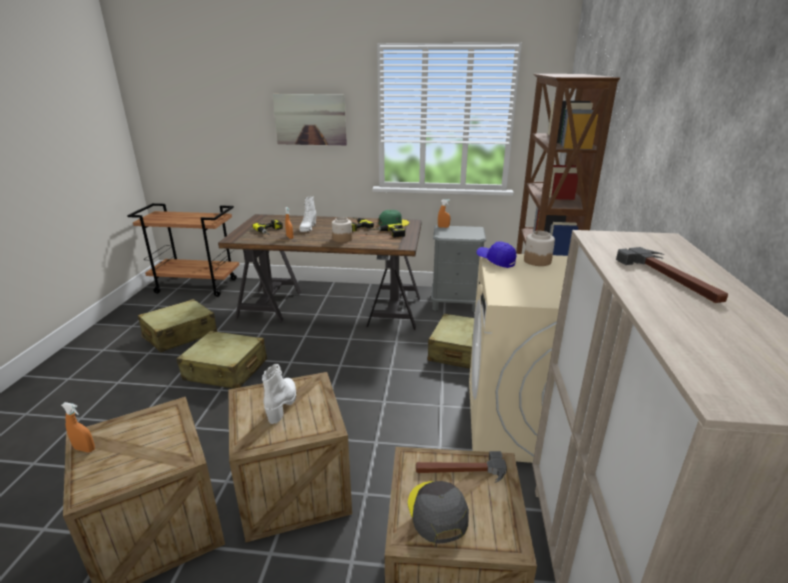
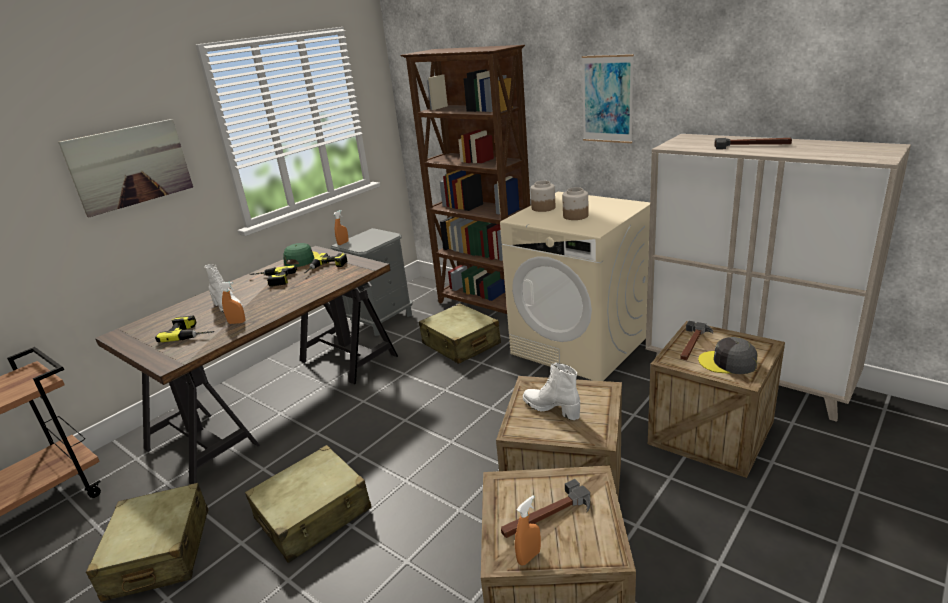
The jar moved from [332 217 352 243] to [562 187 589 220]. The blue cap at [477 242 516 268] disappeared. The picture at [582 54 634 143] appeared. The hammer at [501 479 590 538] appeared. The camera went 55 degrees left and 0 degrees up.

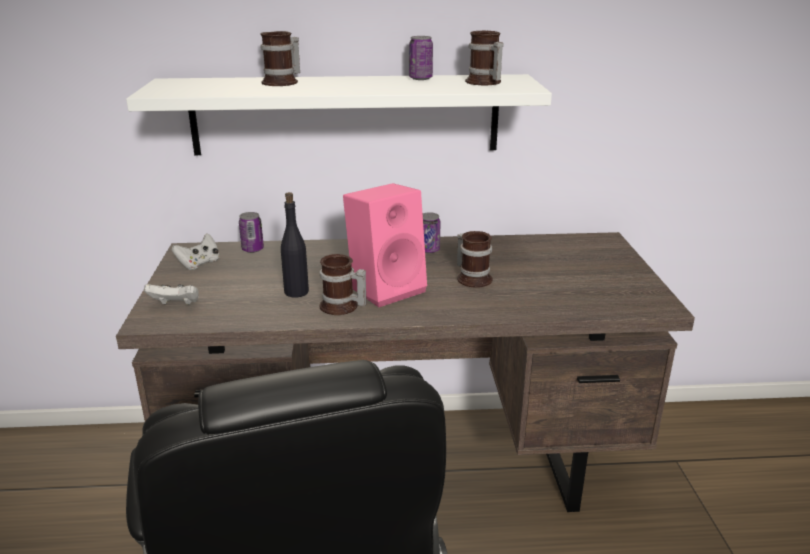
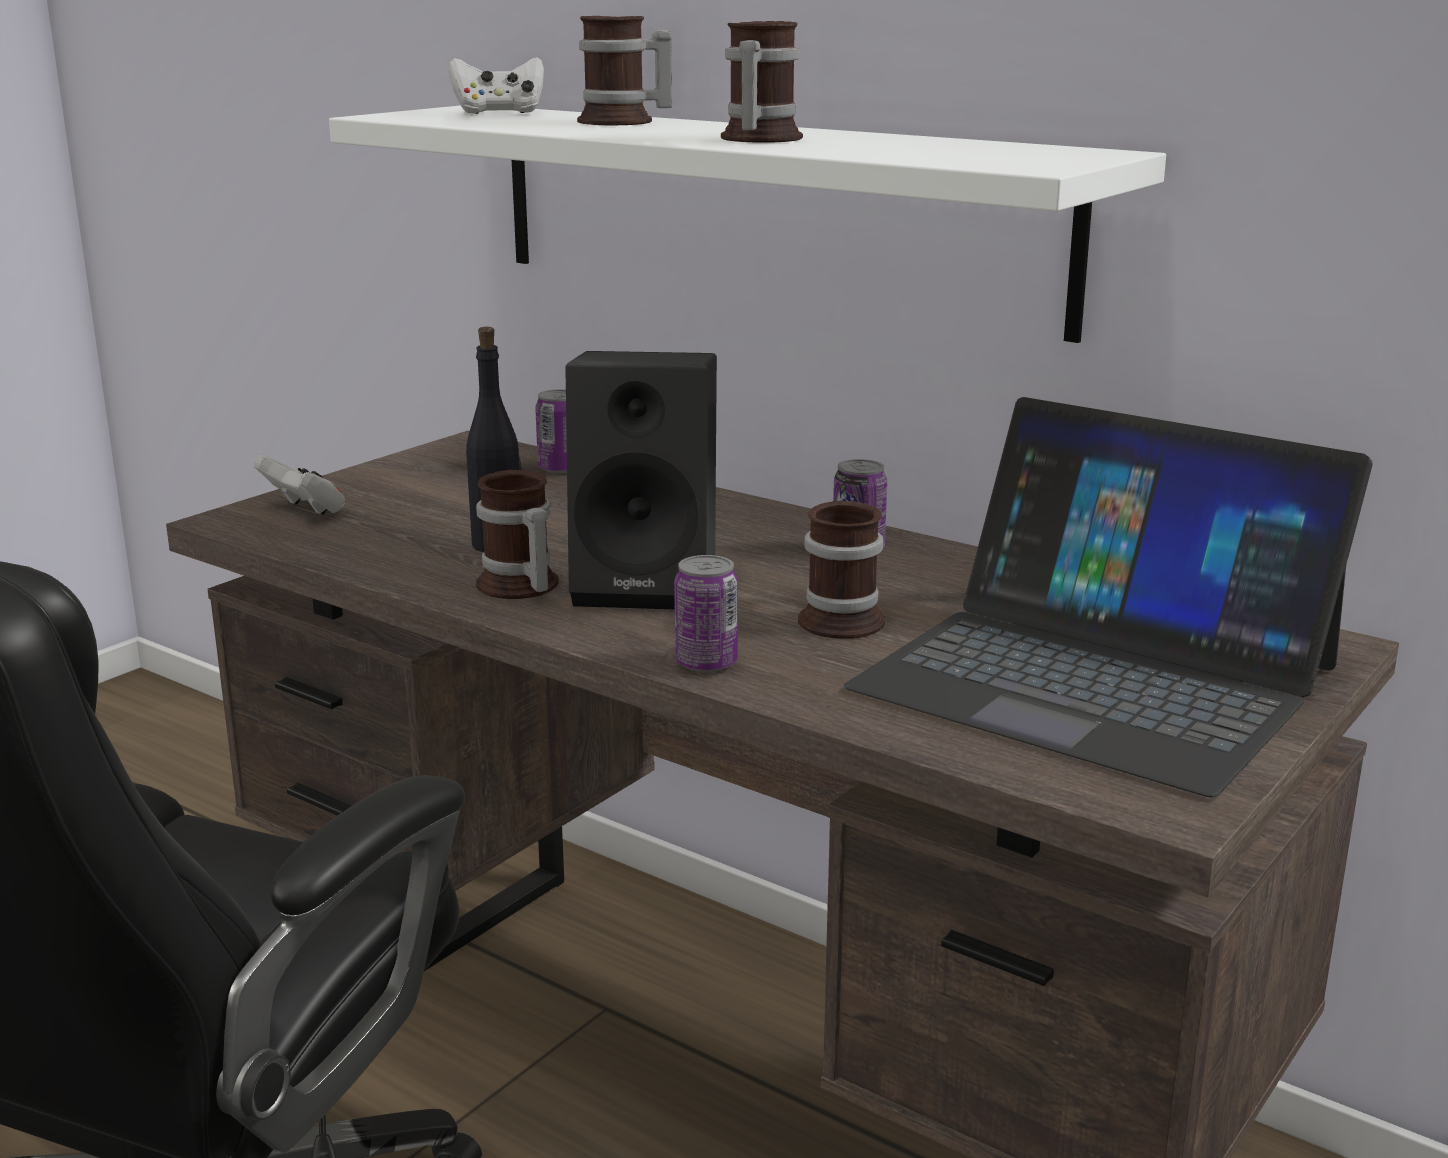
The mug moved from [465 30 503 85] to [721 21 803 143]. The can moved from [409 36 433 80] to [674 555 738 672]. The pink speaker at [343 183 427 307] became the black speaker at [565 351 717 609]. The white game controller moved from [172 233 219 270] to [449 57 544 114]. The laptop at [843 397 1373 798] appeared. The camera went 40 degrees right and 5 degrees down.

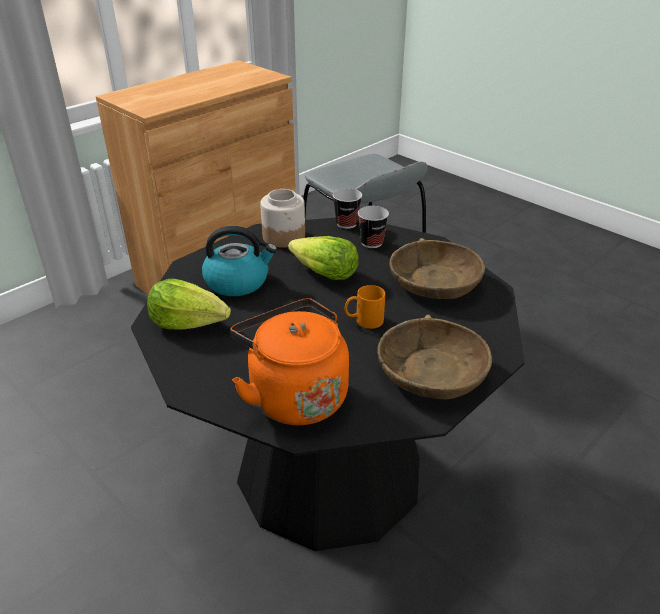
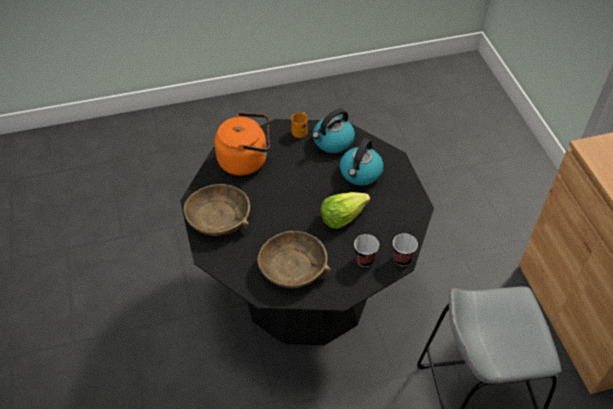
The jar at [260 189 305 248] disappeared. The lettuce at [147 279 231 330] was replaced by the kettle at [312 108 355 153]. The orange mug moved from [345 285 385 329] to [291 112 308 138]. The camera went 120 degrees right and 15 degrees up.

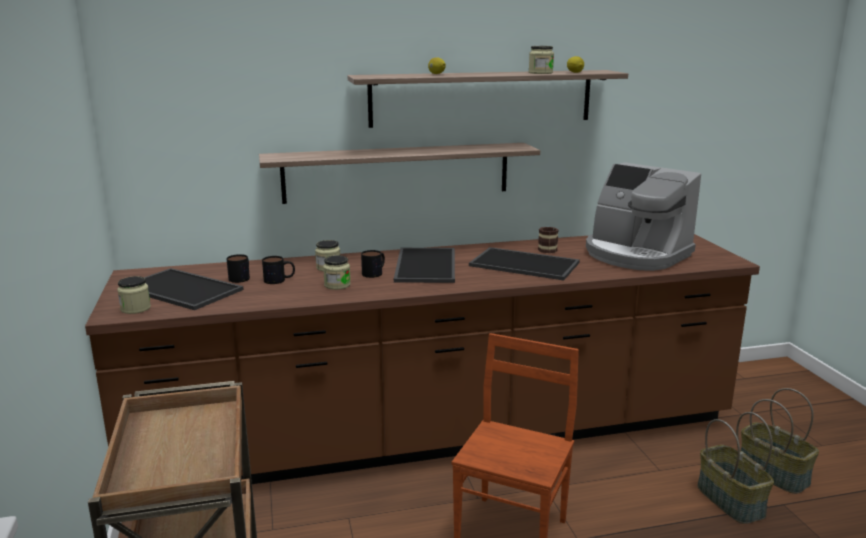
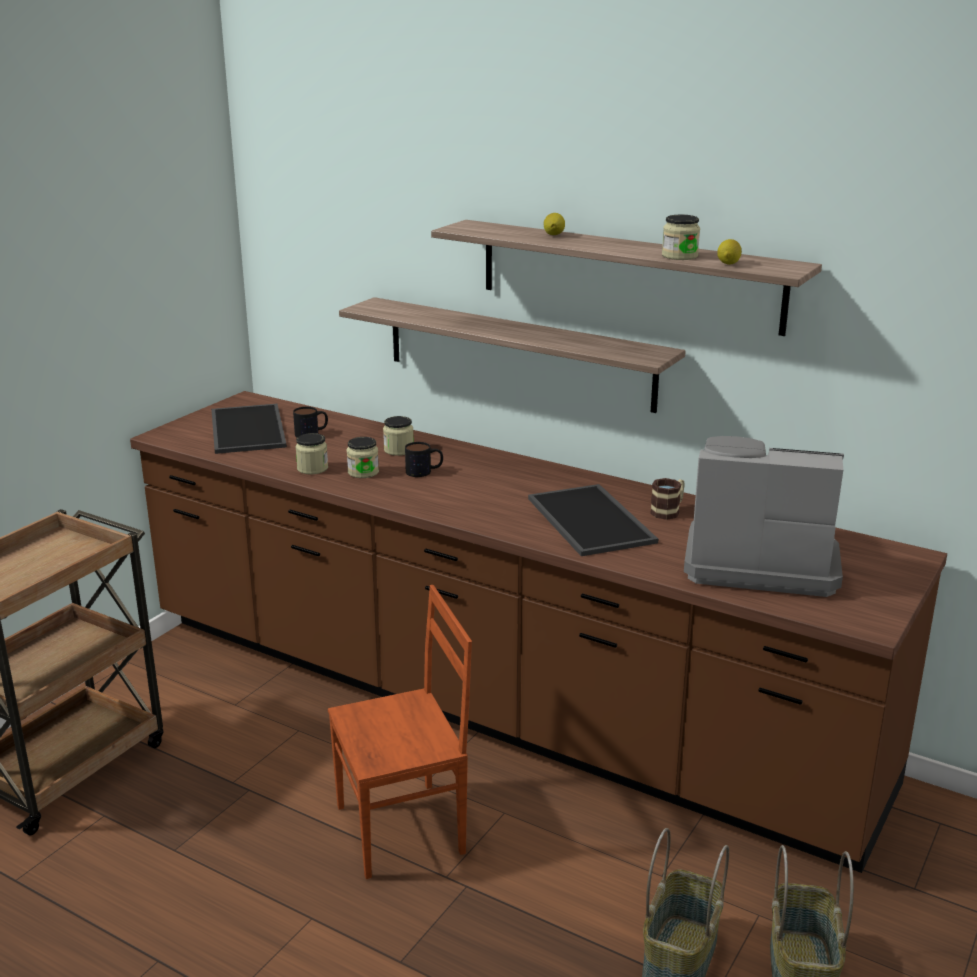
The coffee machine at [586 162 701 271] turned 105 degrees clockwise. The tray at [394 248 455 283] disappeared. The mug at [262 256 295 284] disappeared. The jar moved from [117 276 151 314] to [295 433 328 475]. The camera went 45 degrees right and 5 degrees up.

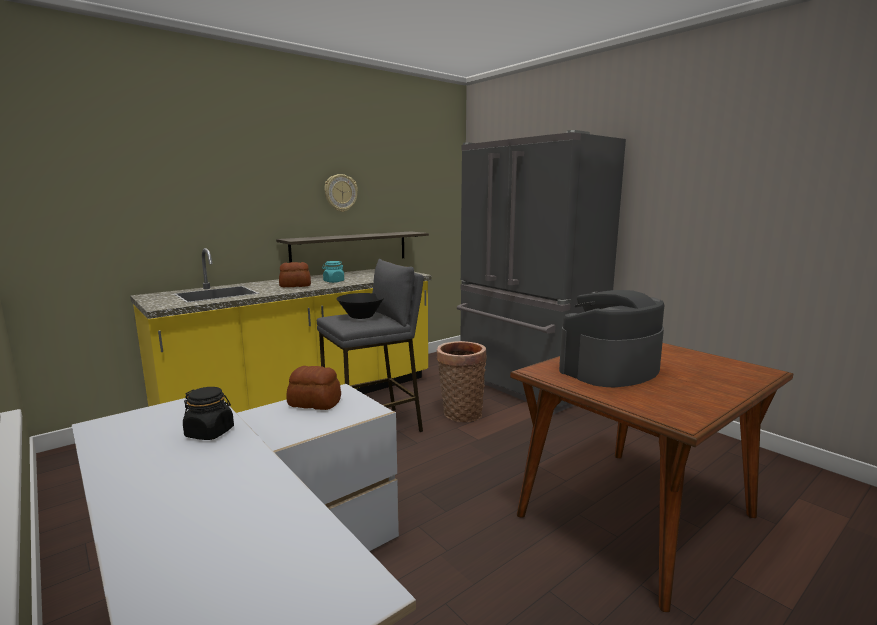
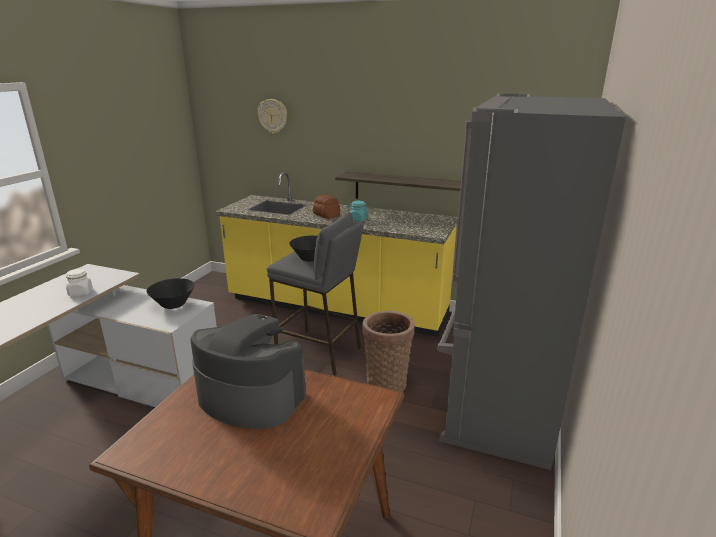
The wall clock moved from [324 174 358 212] to [257 99 287 134]. The bread at [286 366 341 410] was replaced by the black bowl at [147 278 195 309]. The black jar at [183 387 234 440] became the white jar at [66 268 93 296]. The camera went 60 degrees right and 10 degrees up.

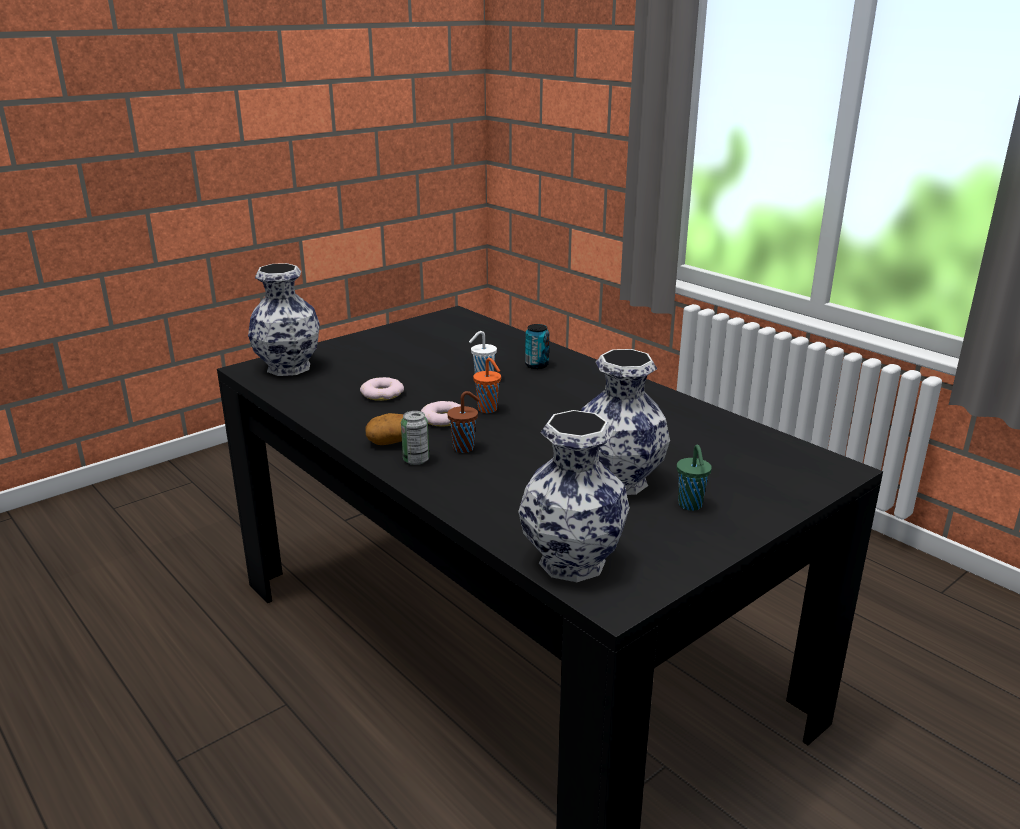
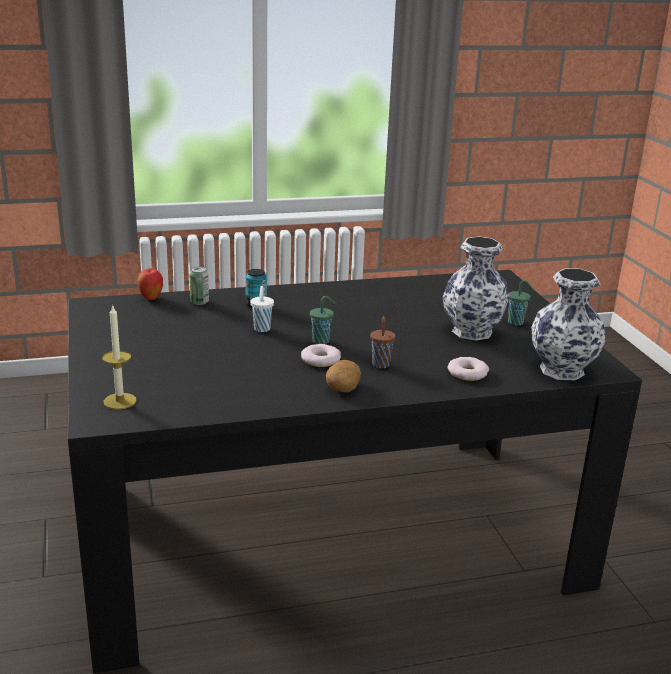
The vase at [248 263 320 376] was replaced by the candle at [102 304 137 410]. The orange cup at [473 358 501 413] became the green cup at [310 296 336 344]. The donut moved from [360 377 404 401] to [448 357 489 381]. The can moved from [401 411 429 465] to [189 267 209 305]. The apple at [137 268 163 300] appeared. The camera went 65 degrees left and 0 degrees up.

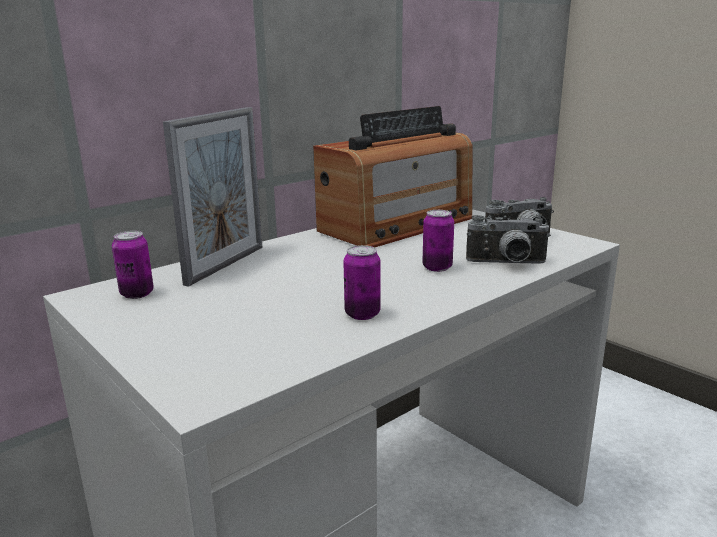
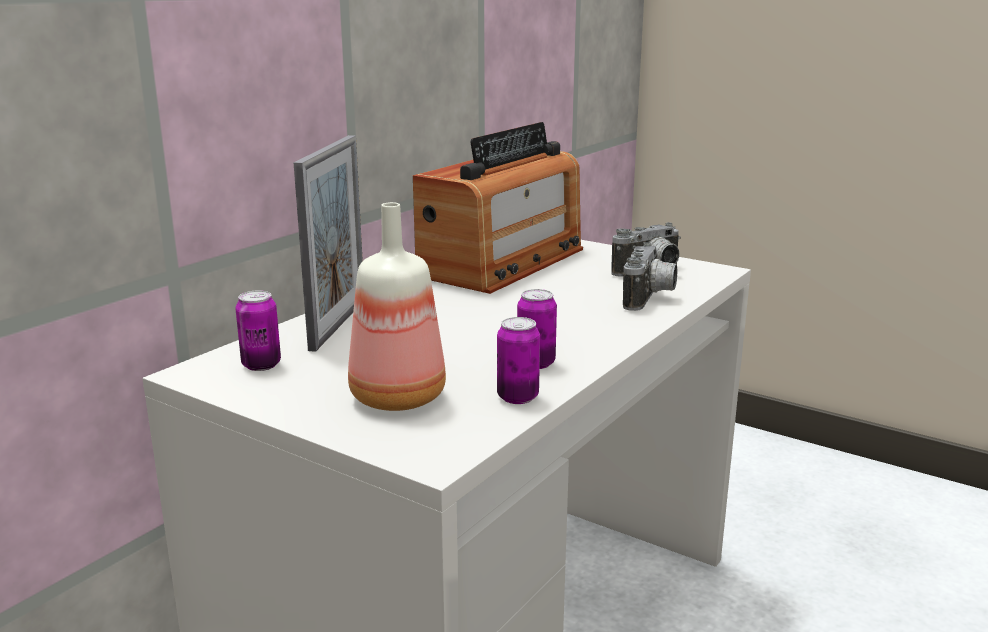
The can moved from [422 210 454 272] to [497 317 540 404]. The photo camera at [466 215 551 263] turned 60 degrees counterclockwise. The bottle at [348 202 446 411] appeared. The camera went 15 degrees left and 0 degrees up.

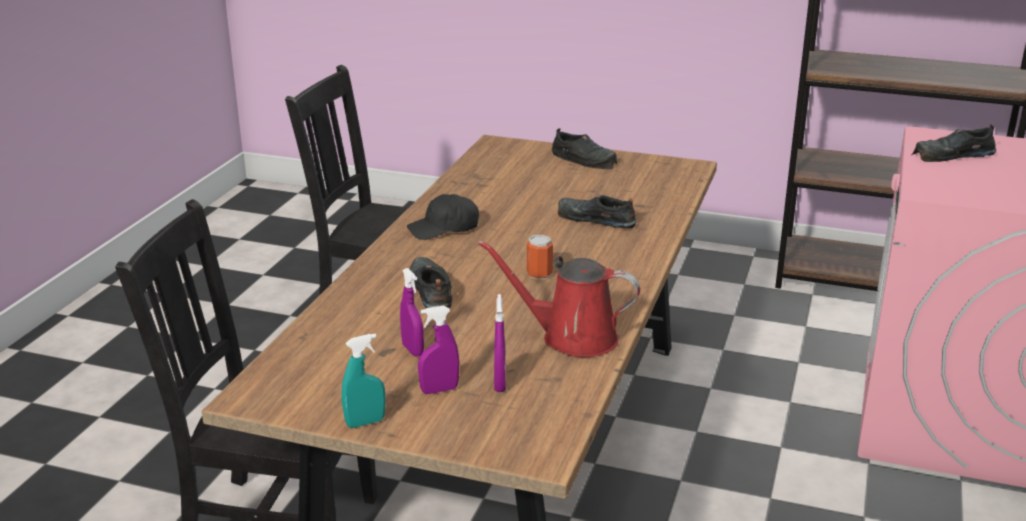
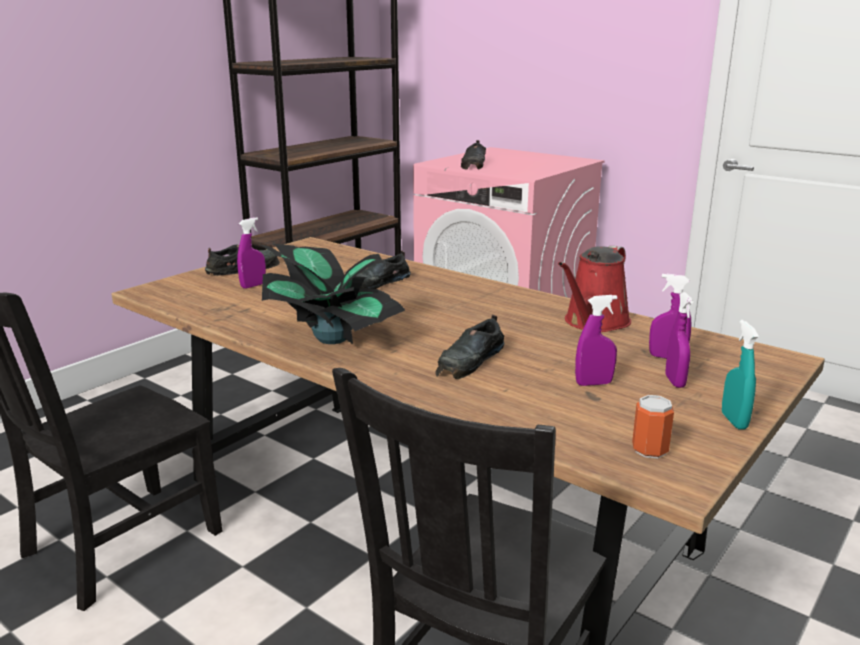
The black cap at [407 194 479 240] was replaced by the potted plant at [261 244 405 344]. The can moved from [527 235 553 280] to [632 395 674 458]. The black shoe at [410 257 452 308] turned 60 degrees counterclockwise. The purple spray bottle at [237 217 266 289] appeared. The camera went 70 degrees left and 5 degrees down.

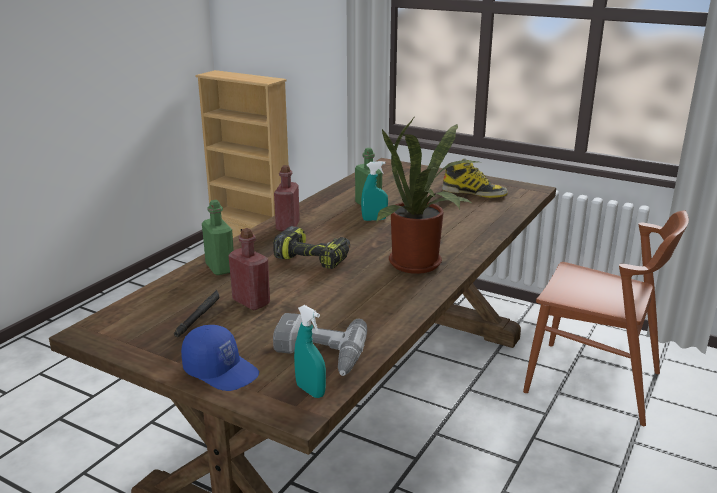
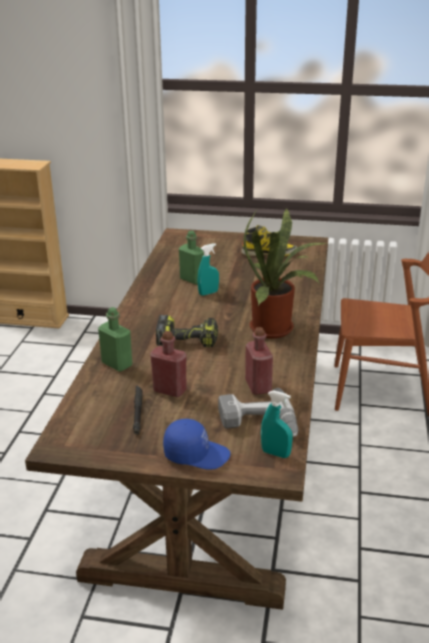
The red bottle moved from [274 165 300 231] to [245 327 273 395]. The camera went 20 degrees left and 5 degrees up.

